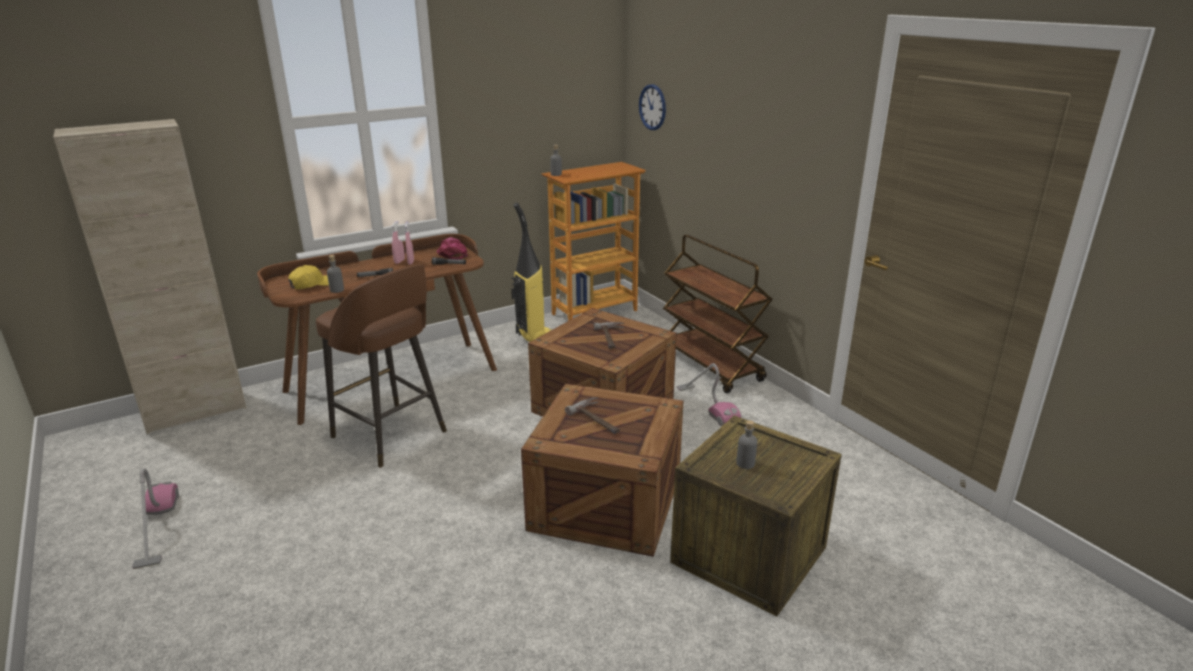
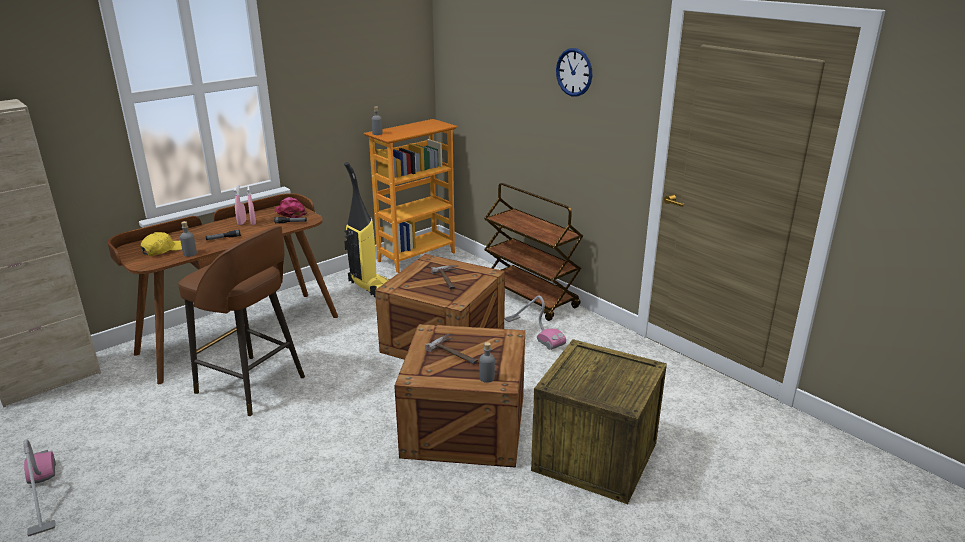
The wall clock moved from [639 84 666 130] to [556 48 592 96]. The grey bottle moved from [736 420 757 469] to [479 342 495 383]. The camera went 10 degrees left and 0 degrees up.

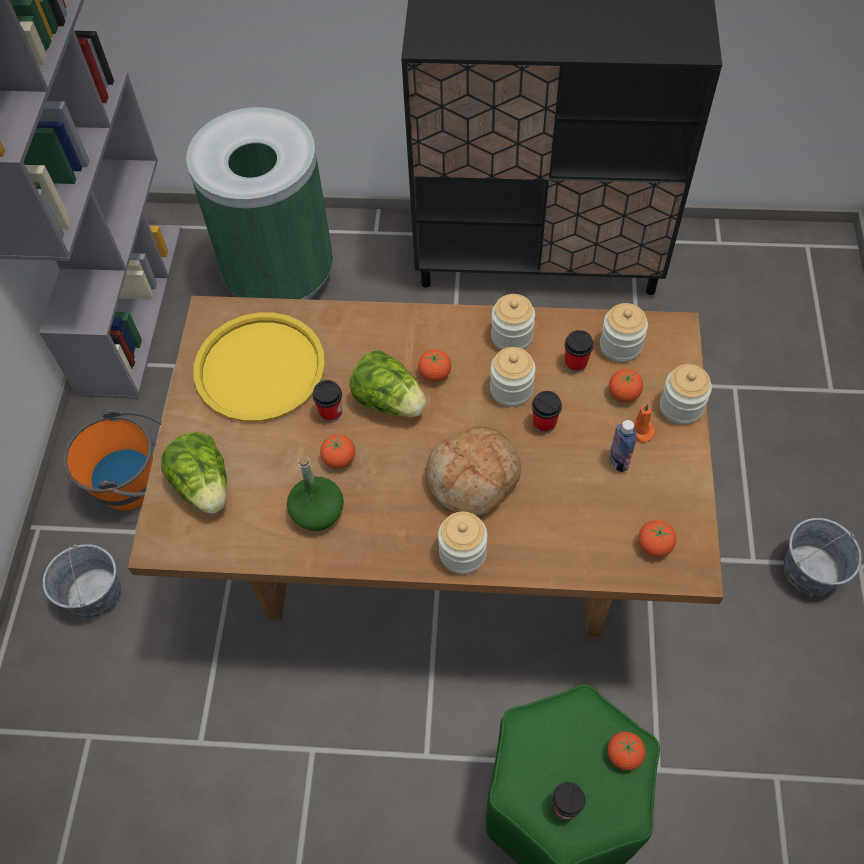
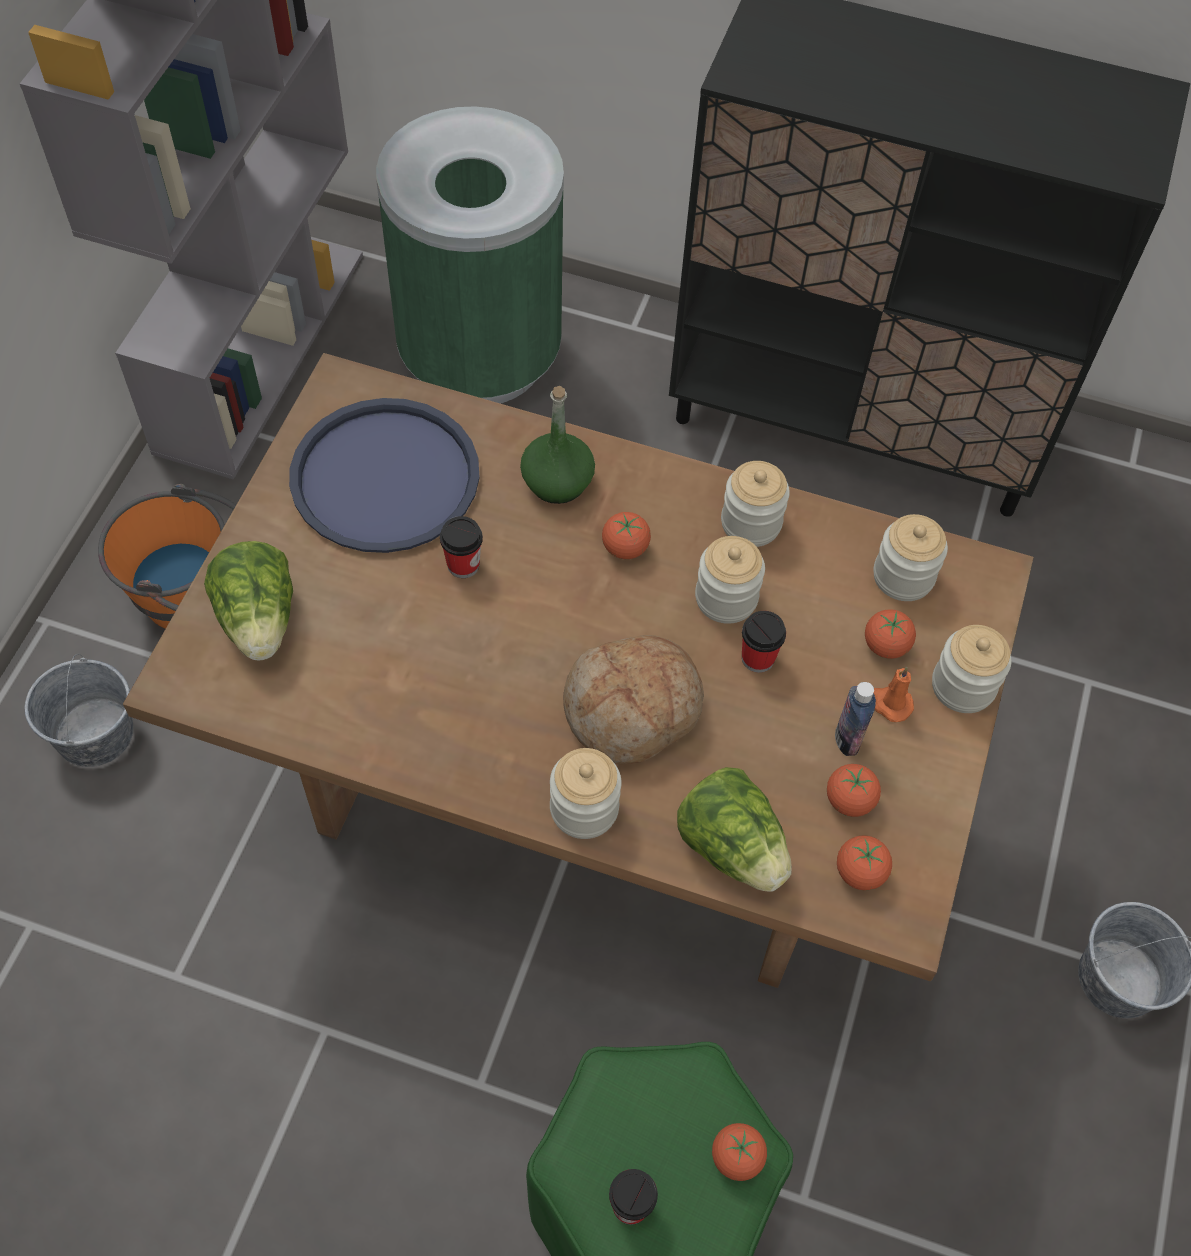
The yellow tray at [193 313 325 422] became the blue tray at [289 398 480 553]. The cup at [565 330 594 373] disappeared. The lettuce moved from [349 350 426 417] to [677 767 792 892]. The tomato moved from [320 434 355 469] to [827 764 881 817]. The green bottle moved from [287 455 344 531] to [520 386 595 504]. The camera went 10 degrees right and 0 degrees up.

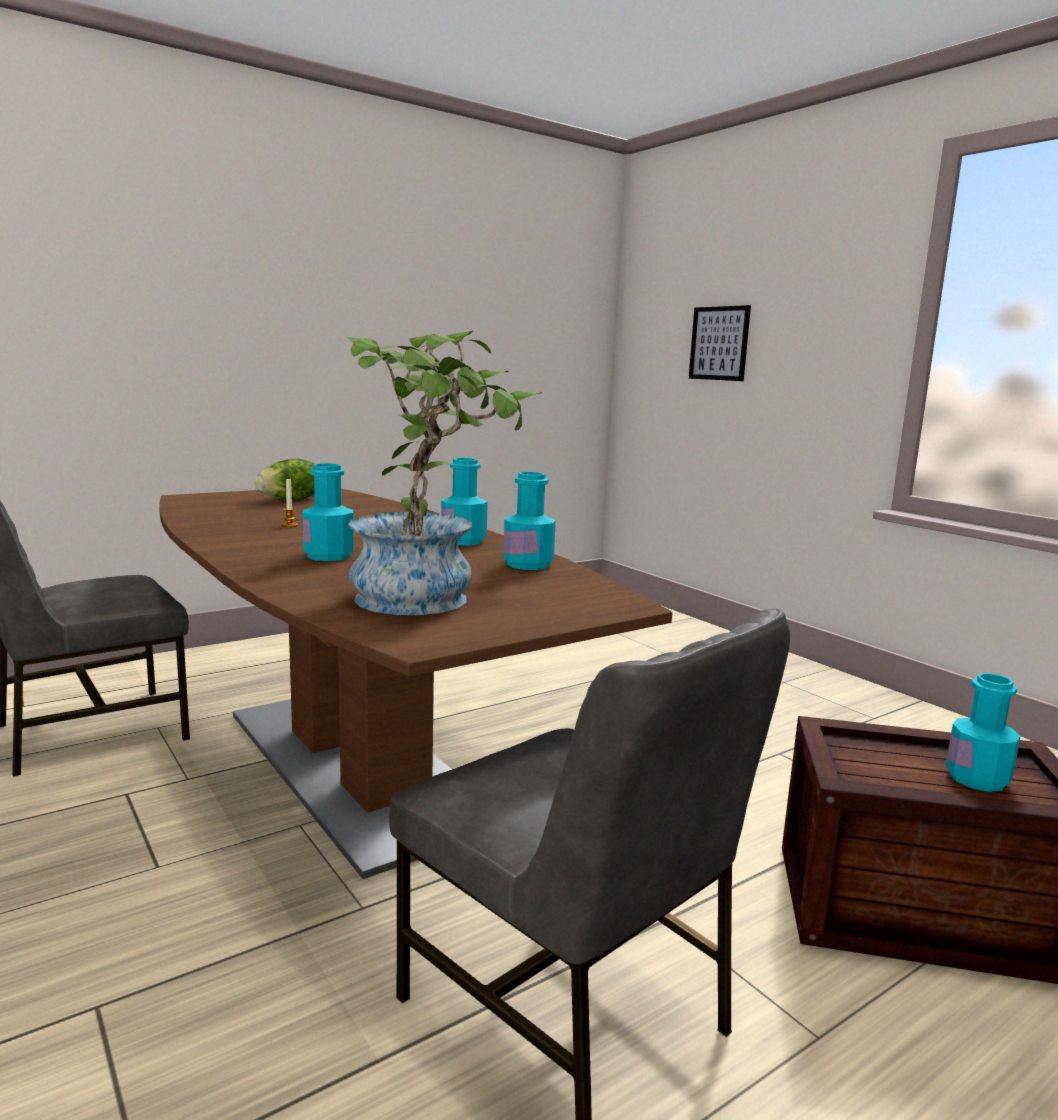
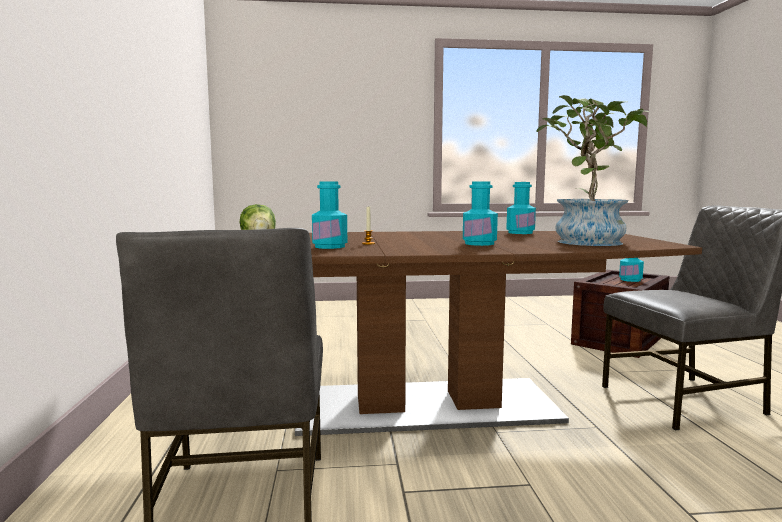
The picture at [689 305 751 381] disappeared. The turquoise bottle moved from [441 458 488 546] to [312 181 347 249]. The camera went 60 degrees left and 5 degrees down.

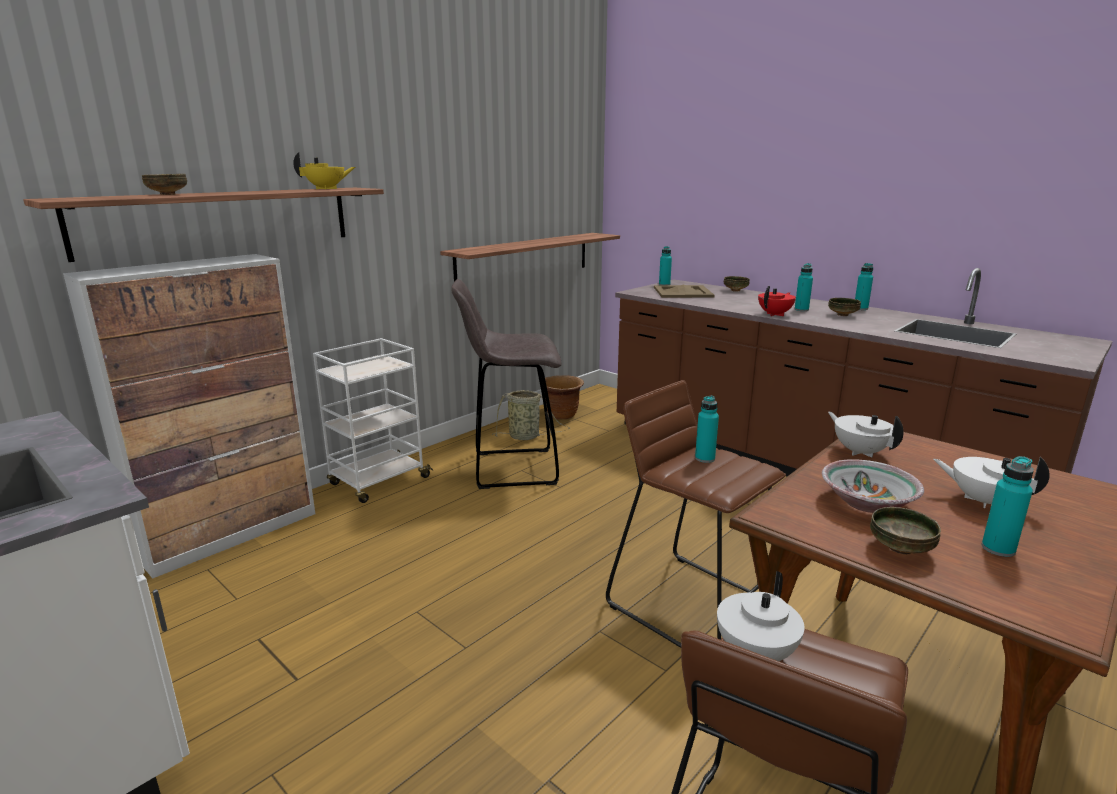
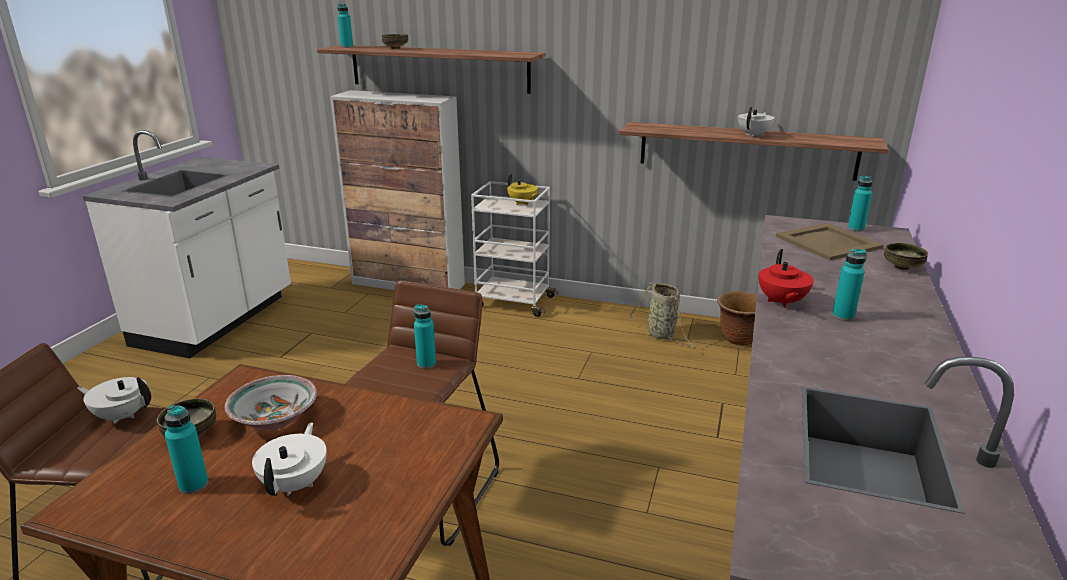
The yellow teapot moved from [293 152 355 189] to [507 174 539 205]. The turquoise bottle moved from [855 263 873 310] to [337 4 353 48]. The grey stool at [451 279 562 489] disappeared. The red teapot at [758 286 796 316] turned 75 degrees clockwise. The bowl at [828 298 861 316] disappeared. The white teapot moved from [828 412 904 458] to [738 107 775 137]. The camera went 65 degrees right and 5 degrees up.

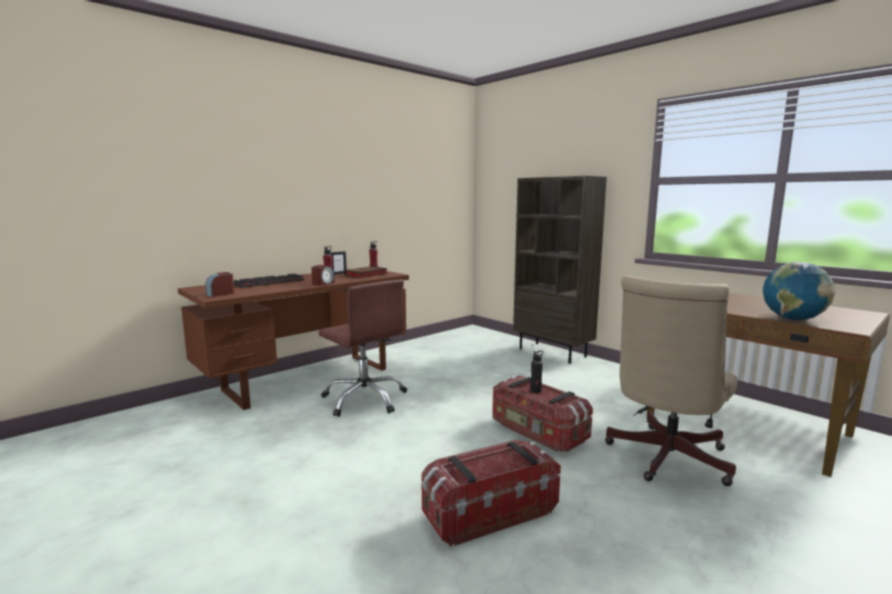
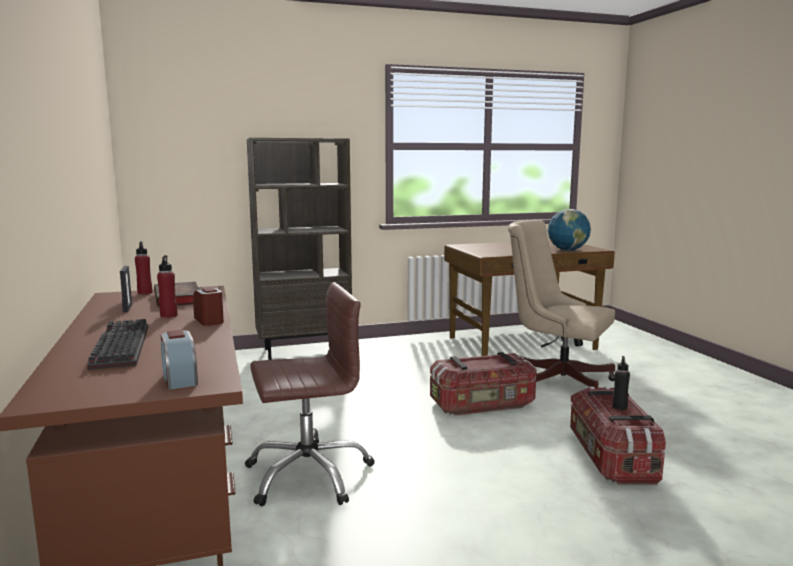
The beige office chair at [605 275 737 486] turned 150 degrees clockwise. The black bottle moved from [530 350 543 393] to [612 356 630 410]. The camera went 65 degrees left and 0 degrees up.

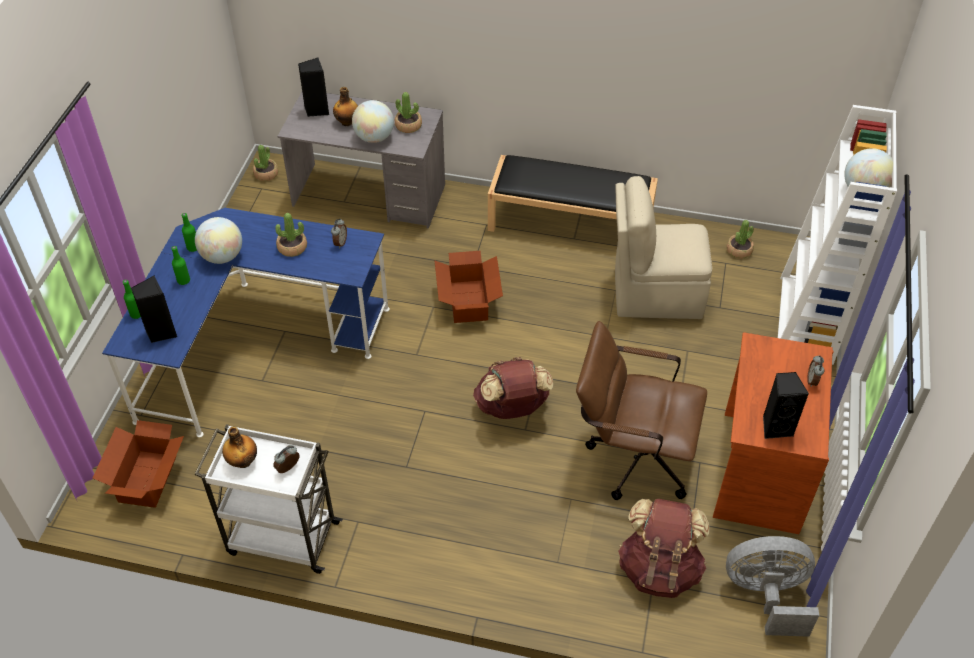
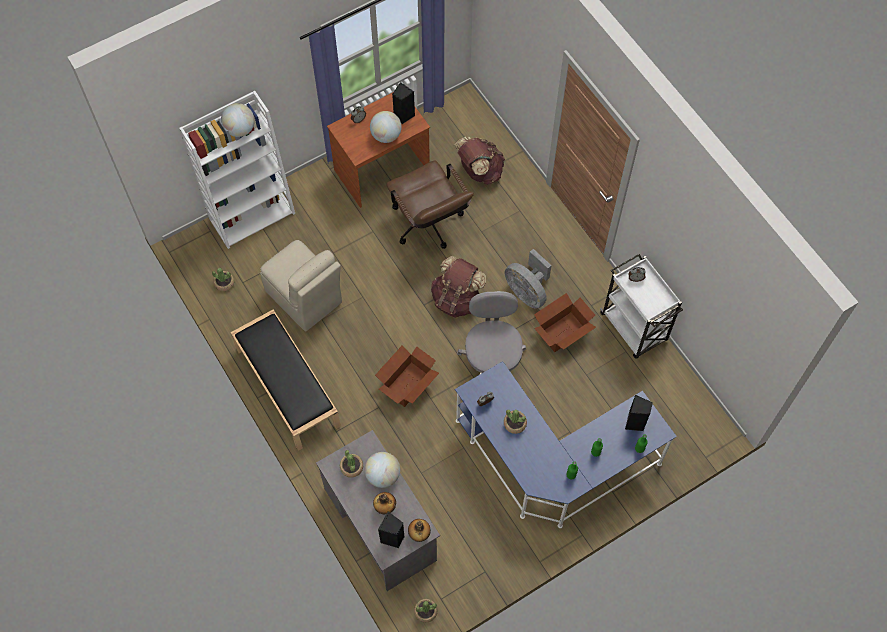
The globe moved from [195 217 242 264] to [370 111 402 143]. The cardboard box moved from [93 420 184 508] to [534 293 596 352]. The bottle moved from [222 427 257 468] to [408 519 431 542]. The grey fan moved from [726 536 819 637] to [505 249 552 309]. The grey office chair at [457 291 526 375] appeared. The camera went 135 degrees left and 15 degrees up.

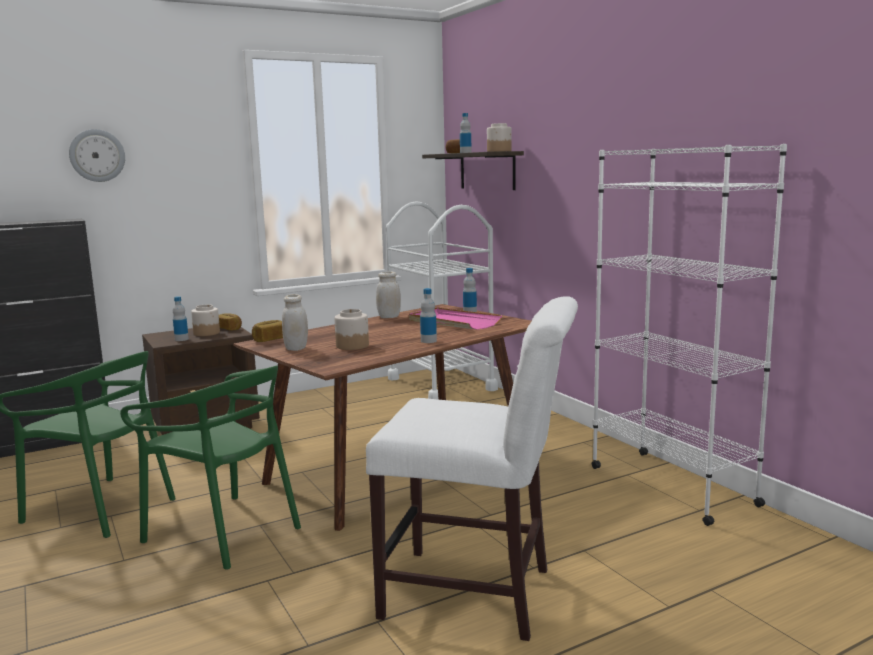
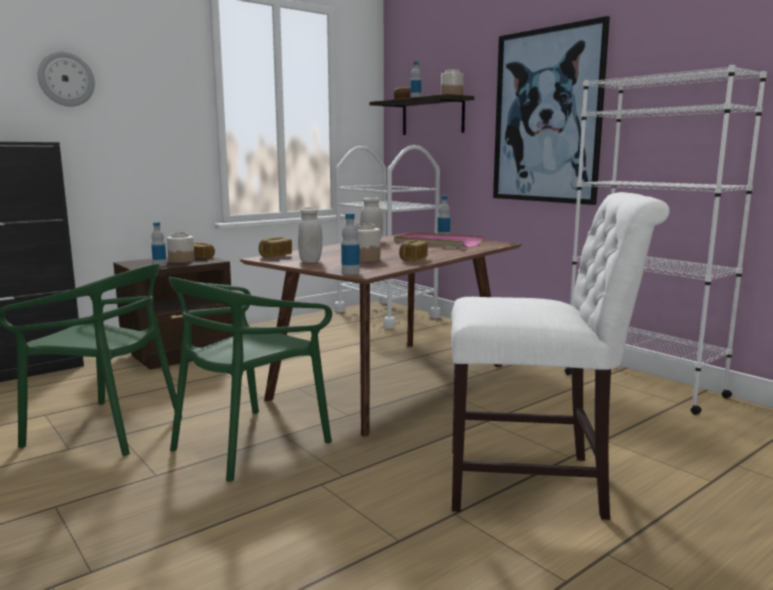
The bottle moved from [420 288 437 343] to [341 213 360 275]. The green chair at [120 366 301 570] turned 105 degrees clockwise. The picture at [493 16 610 205] appeared. The bread at [399 240 428 261] appeared. The camera went 10 degrees left and 0 degrees up.

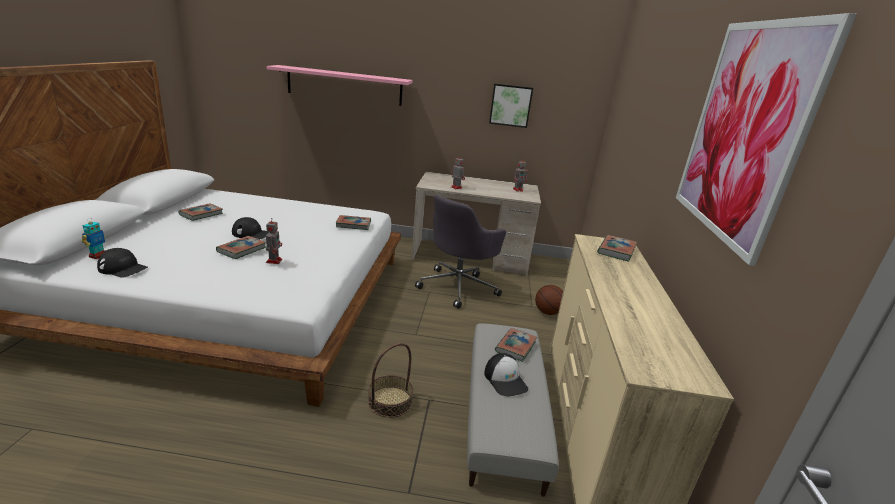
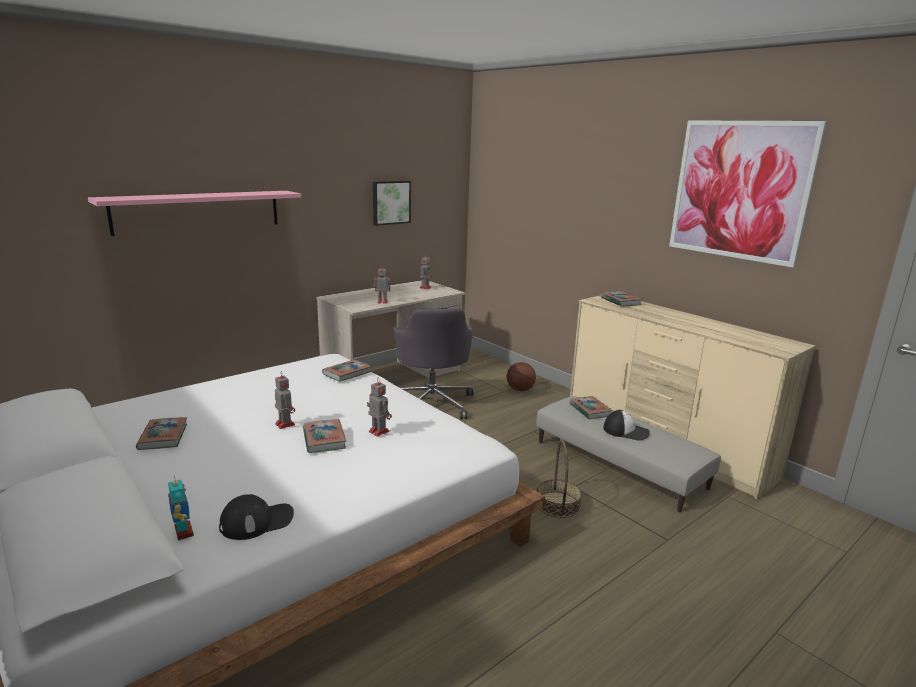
The black cap at [232 217 269 239] was replaced by the toy robot at [275 371 295 429]. The camera went 45 degrees left and 5 degrees down.

